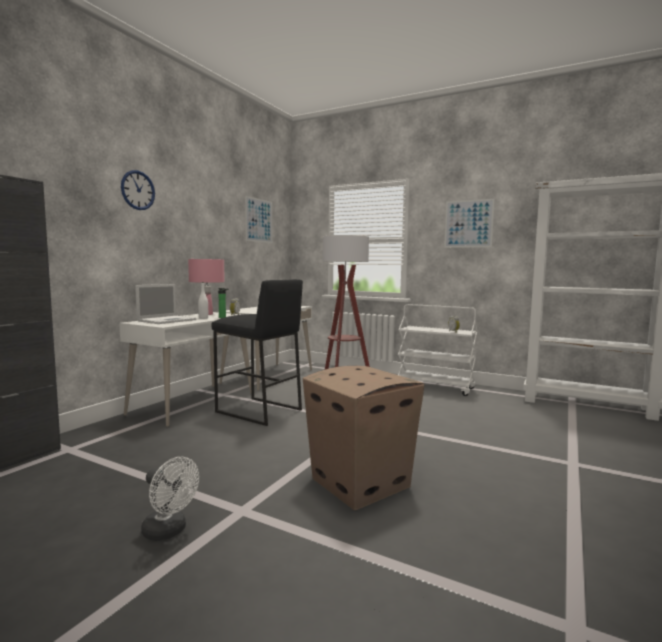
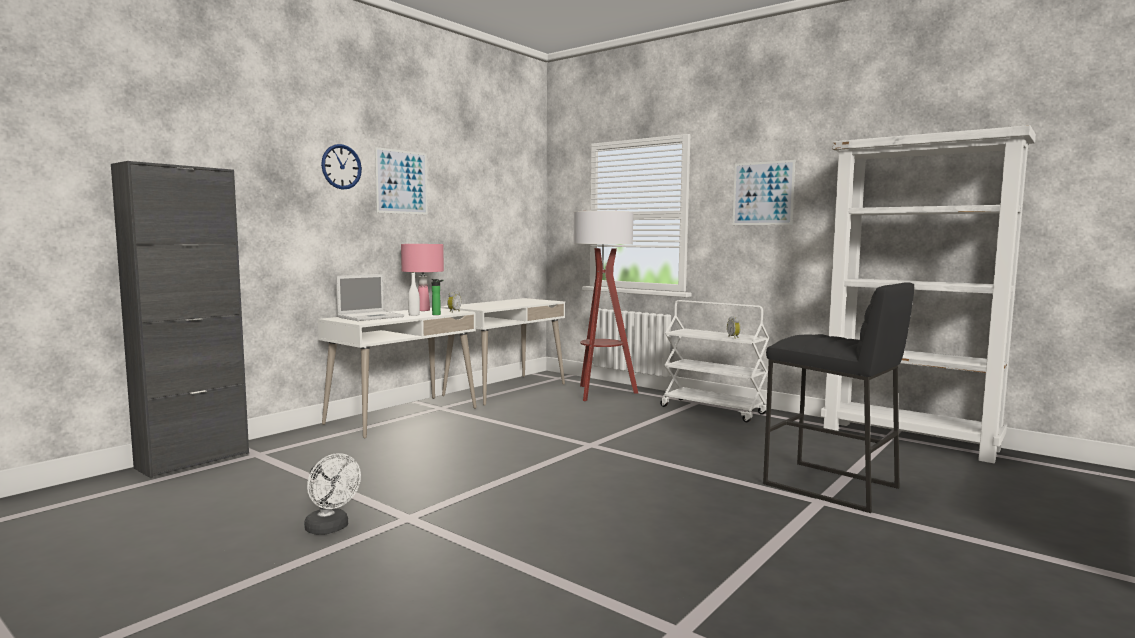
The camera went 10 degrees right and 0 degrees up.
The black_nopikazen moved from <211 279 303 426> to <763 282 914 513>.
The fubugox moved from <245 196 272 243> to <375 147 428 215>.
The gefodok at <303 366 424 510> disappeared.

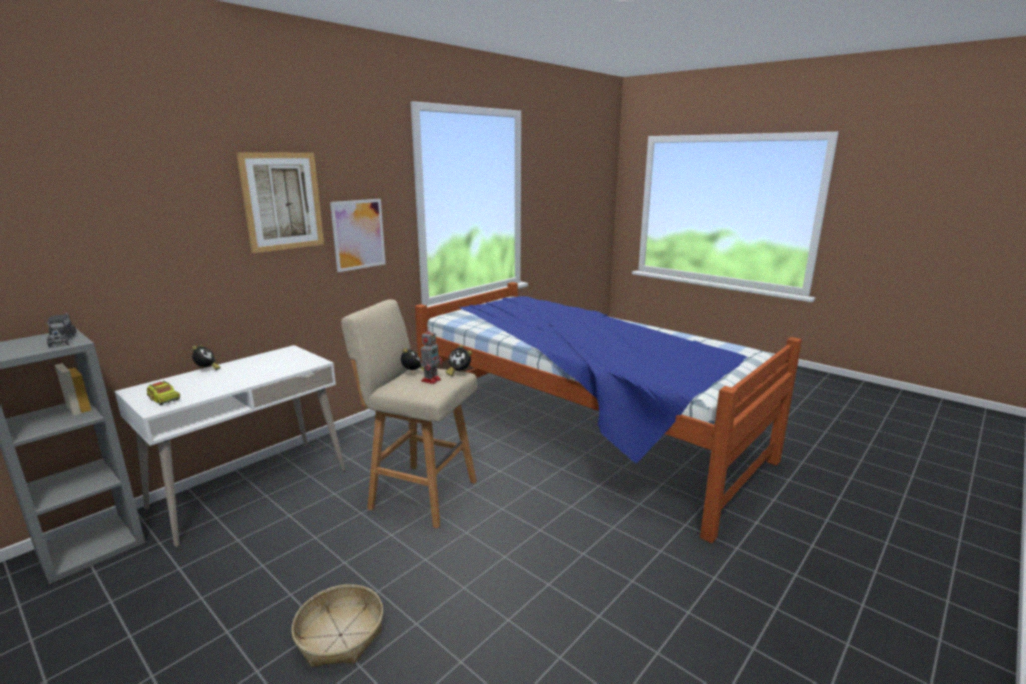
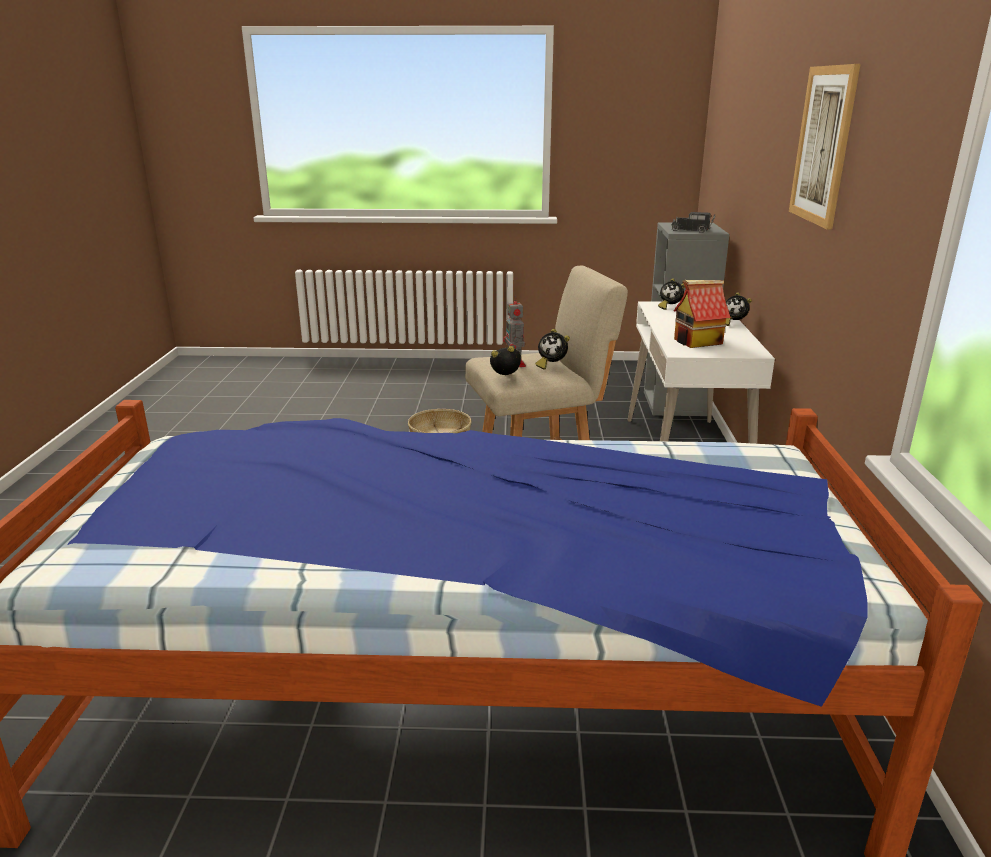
The camera went 140 degrees right and 5 degrees up.
The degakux at <147 381 180 406> was replaced by the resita at <658 278 685 310>.
The fubugox at <330 199 386 272> disappeared.
The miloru at <674 280 731 348> appeared.

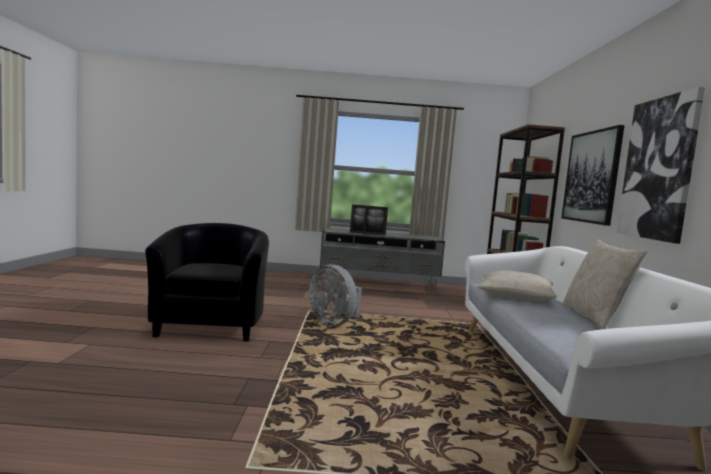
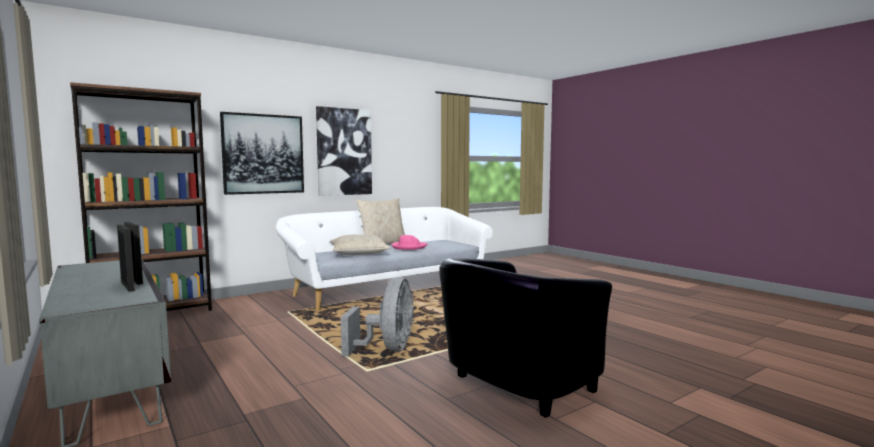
The camera went 125 degrees left and 0 degrees up.
The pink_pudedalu at <391 235 427 250> appeared.

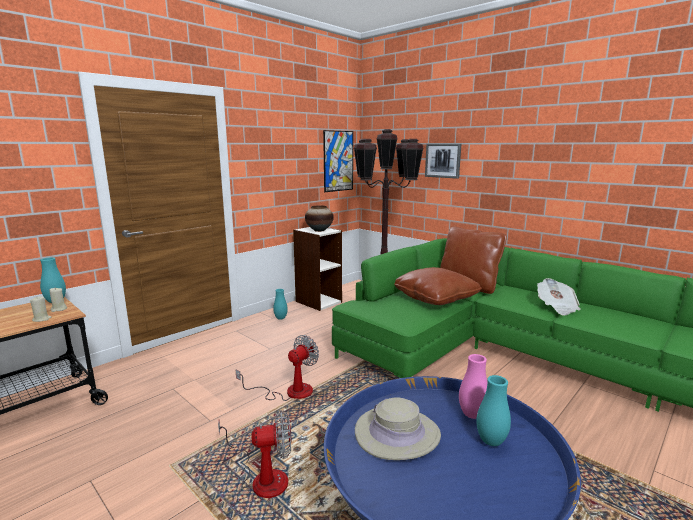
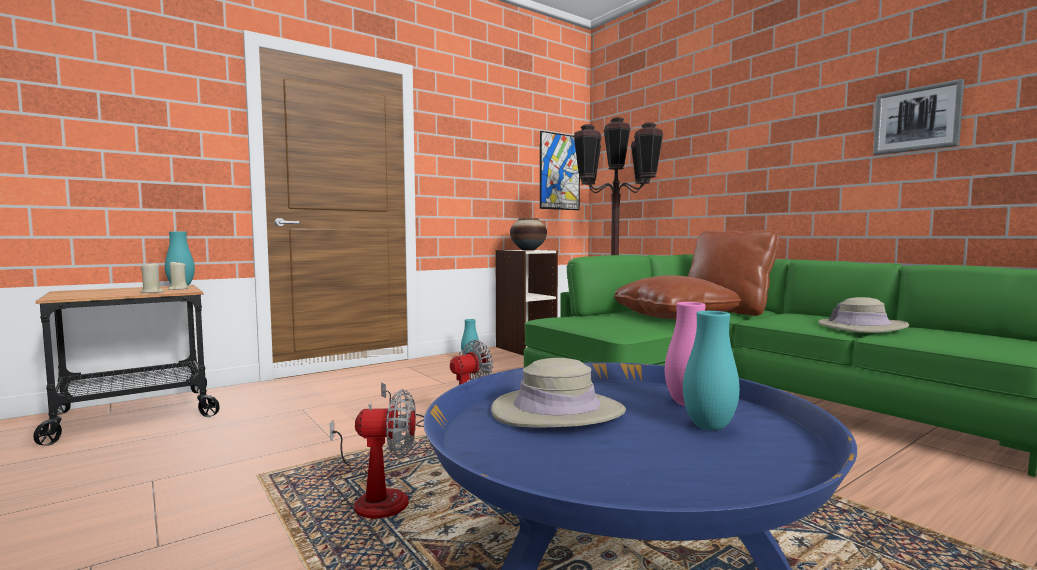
The camera went 10 degrees right and 10 degrees down.
The fubugox moved from <425 144 461 179> to <873 79 964 155>.
The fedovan at <537 278 581 316> was replaced by the beige_pudedalu at <818 297 909 333>.

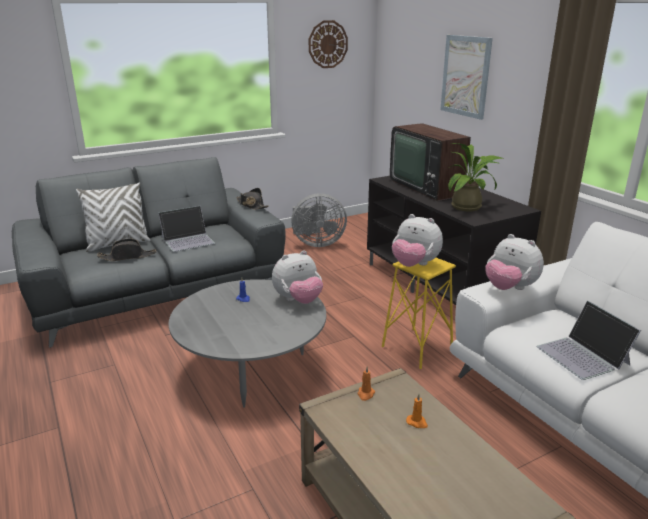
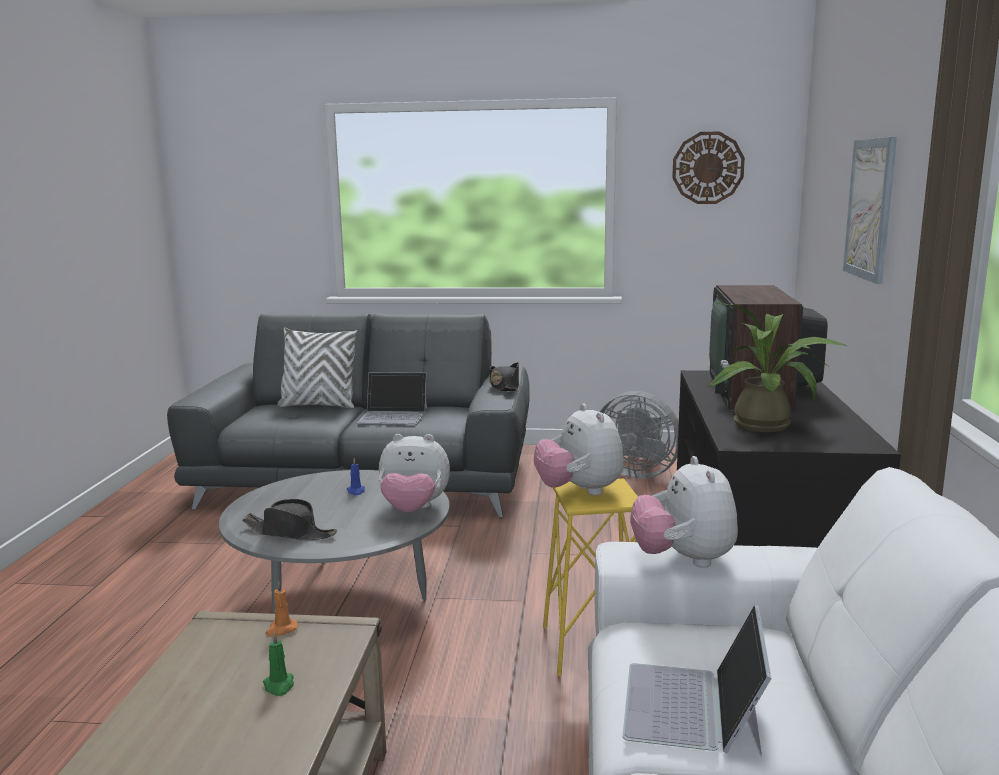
The camera went 35 degrees right and 10 degrees down.
The black_pudedalu moved from <97 239 156 261> to <242 499 337 540>.
The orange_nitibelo at <406 394 428 428> became the green_nitibelo at <263 632 294 696>.

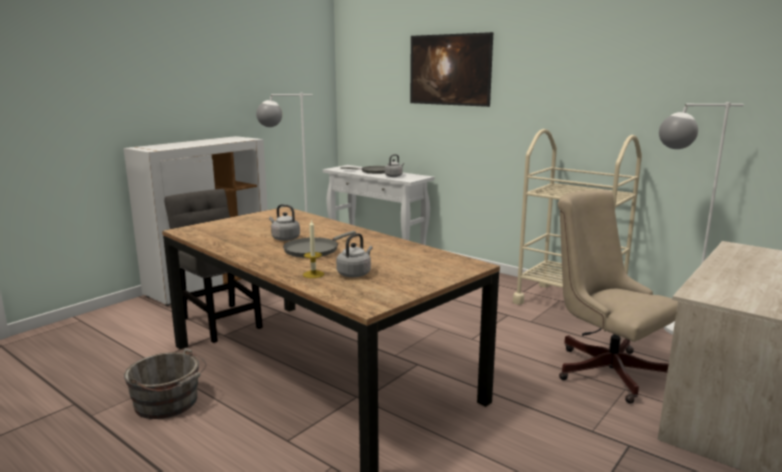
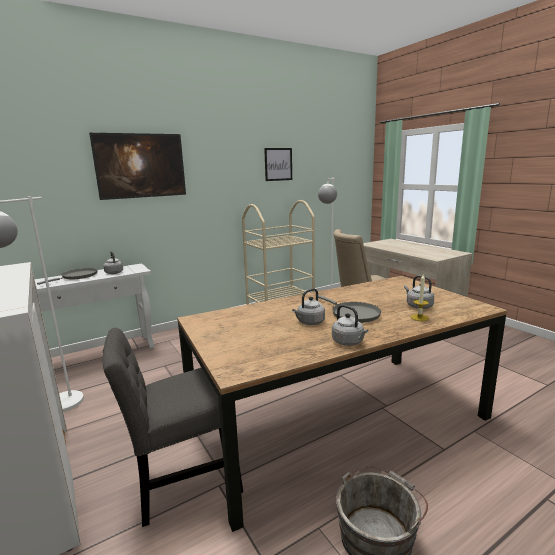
The camera went 70 degrees left and 0 degrees up.
The fubugox at <264 148 292 181> appeared.
The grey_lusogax at <332 305 368 346> appeared.

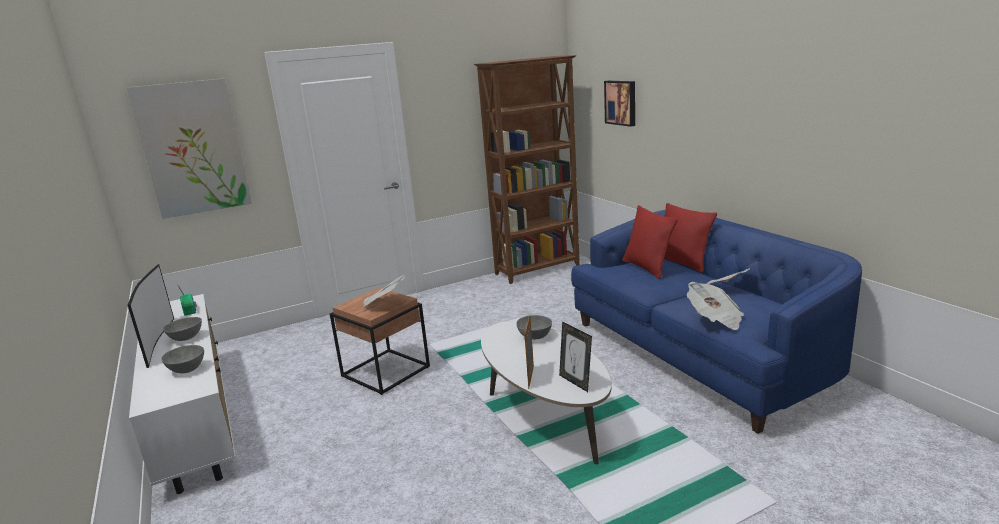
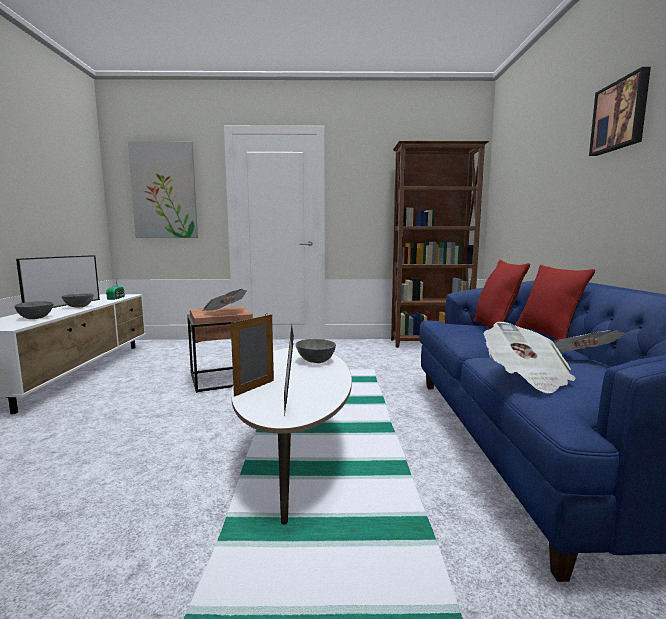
The camera went 25 degrees right and 10 degrees down.
The fubugox moved from <604 81 635 127> to <589 67 651 156>.

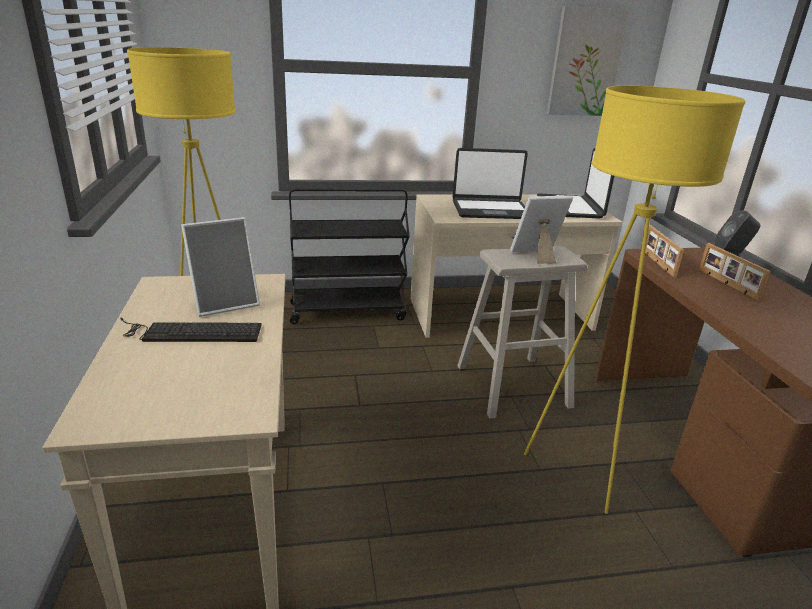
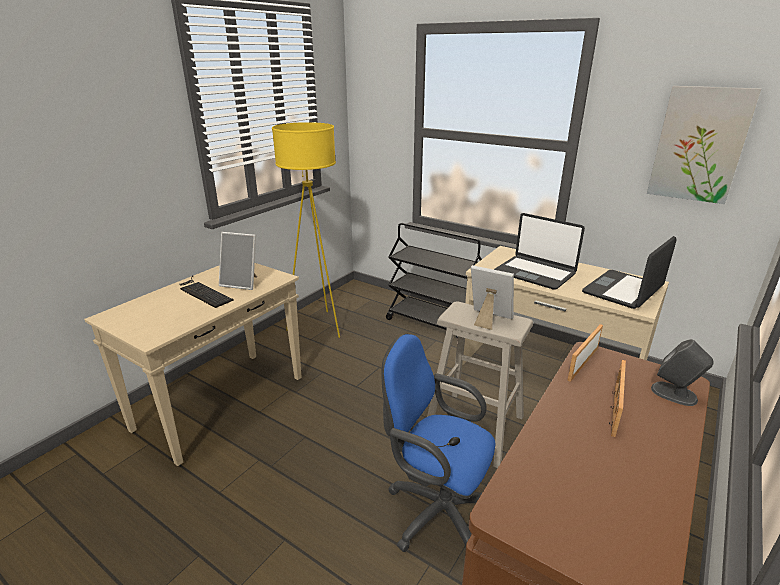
The camera went 45 degrees right and 0 degrees up.
The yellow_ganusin at <524 86 746 514> was replaced by the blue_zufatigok at <382 334 495 552>.

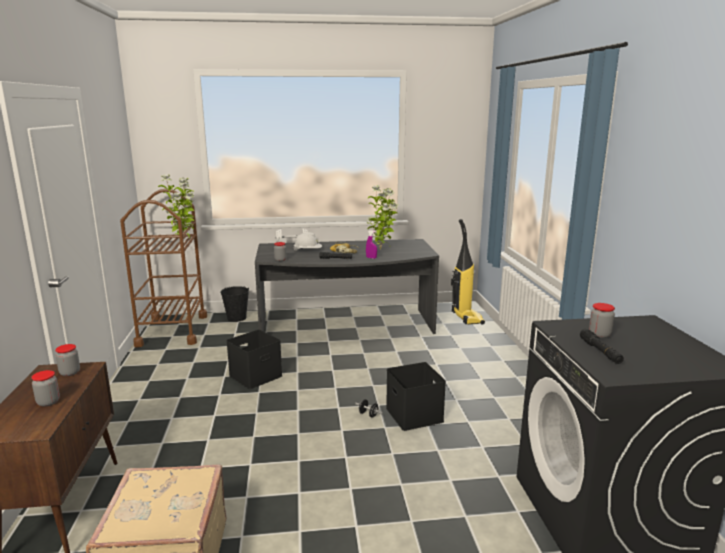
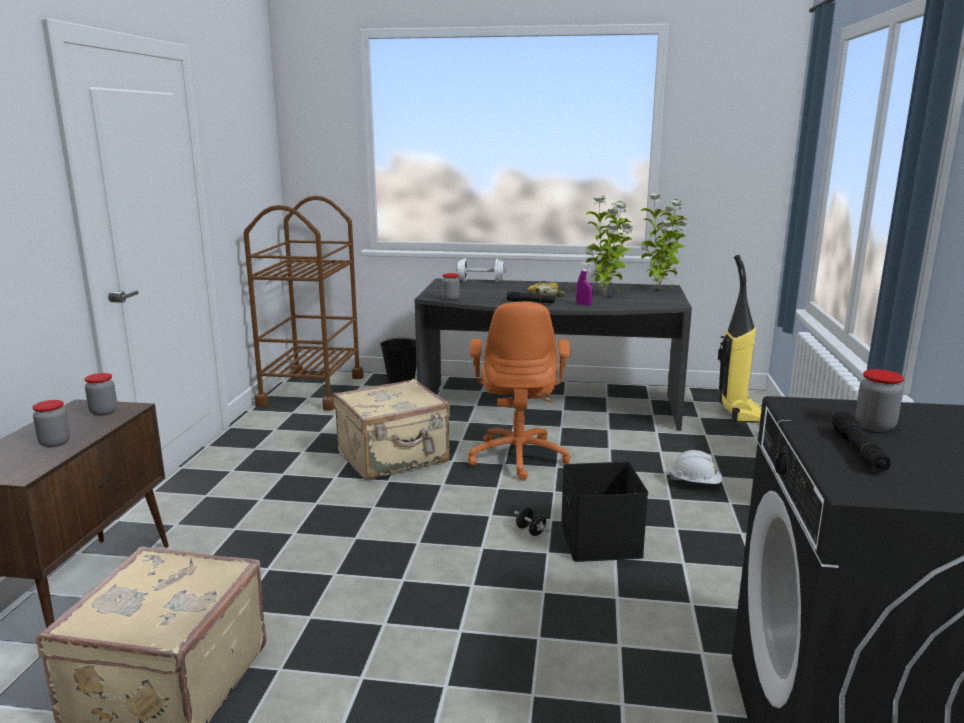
The camera went 15 degrees right and 0 degrees up.
The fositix moved from <158 174 194 238> to <640 193 689 290>.
The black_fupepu at <226 330 282 389> was replaced by the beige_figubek at <333 379 450 480>.
The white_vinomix moved from <293 232 322 251> to <669 450 723 484>.
The orange_zufatigok at <468 302 571 480> appeared.

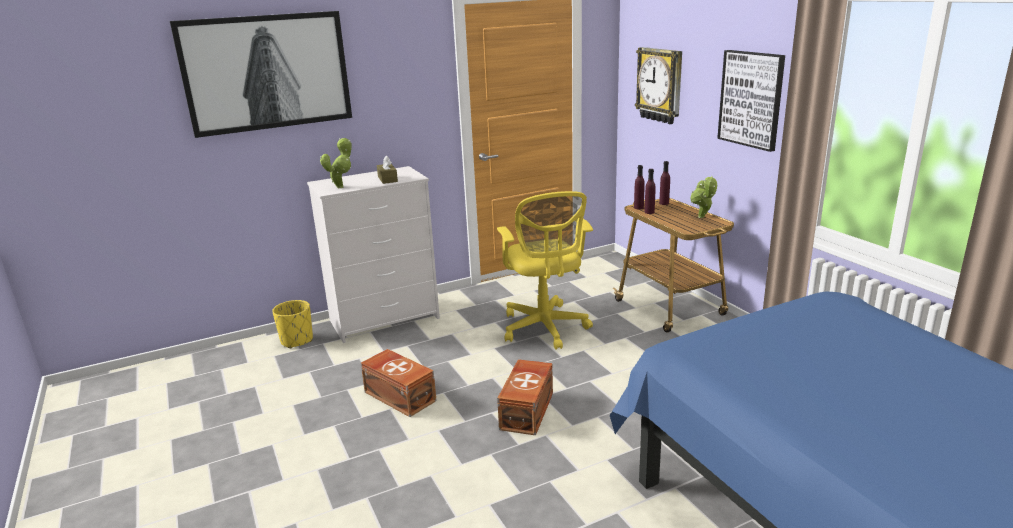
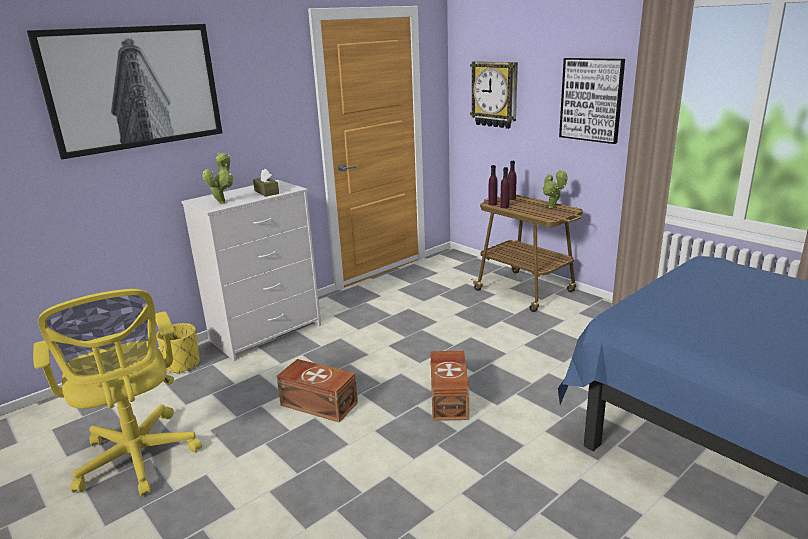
The camera went 15 degrees left and 0 degrees up.
The yellow_zufatigok moved from <497 191 593 350> to <33 289 202 497>.

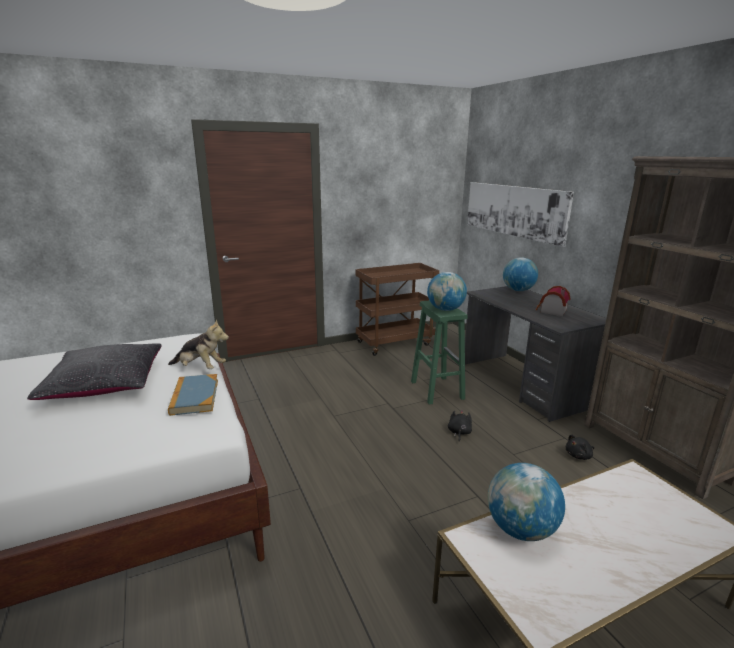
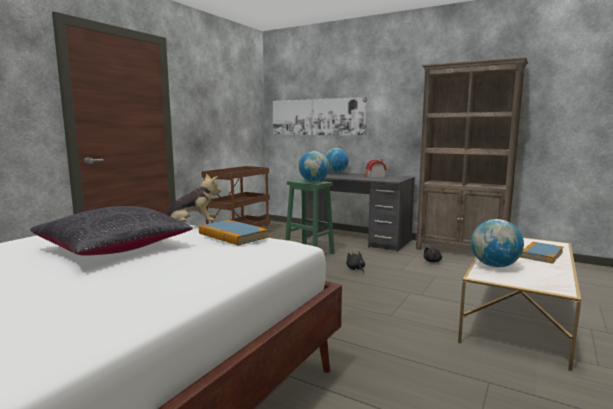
The camera went 35 degrees left and 10 degrees down.
The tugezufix at <520 242 563 264> appeared.

